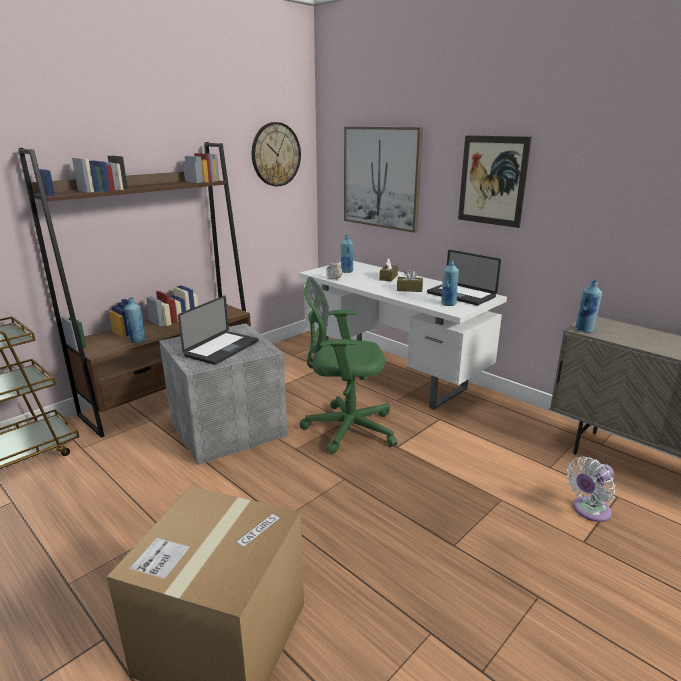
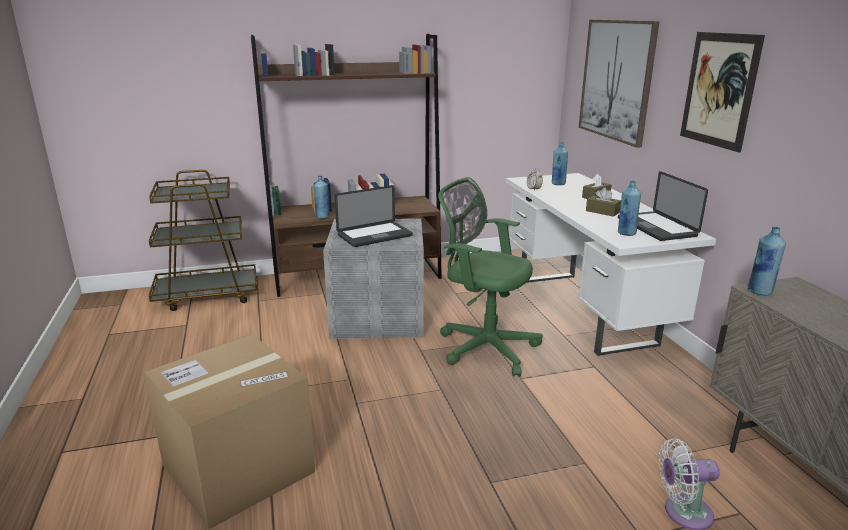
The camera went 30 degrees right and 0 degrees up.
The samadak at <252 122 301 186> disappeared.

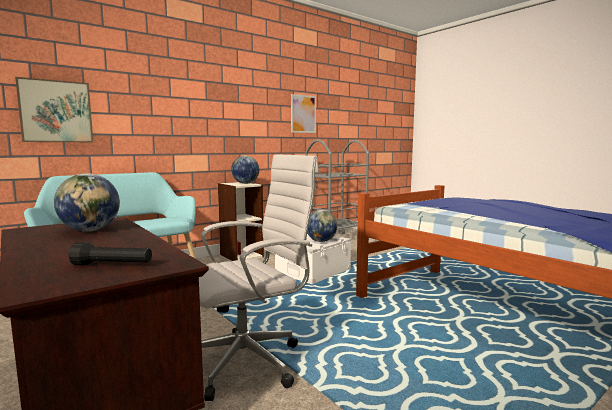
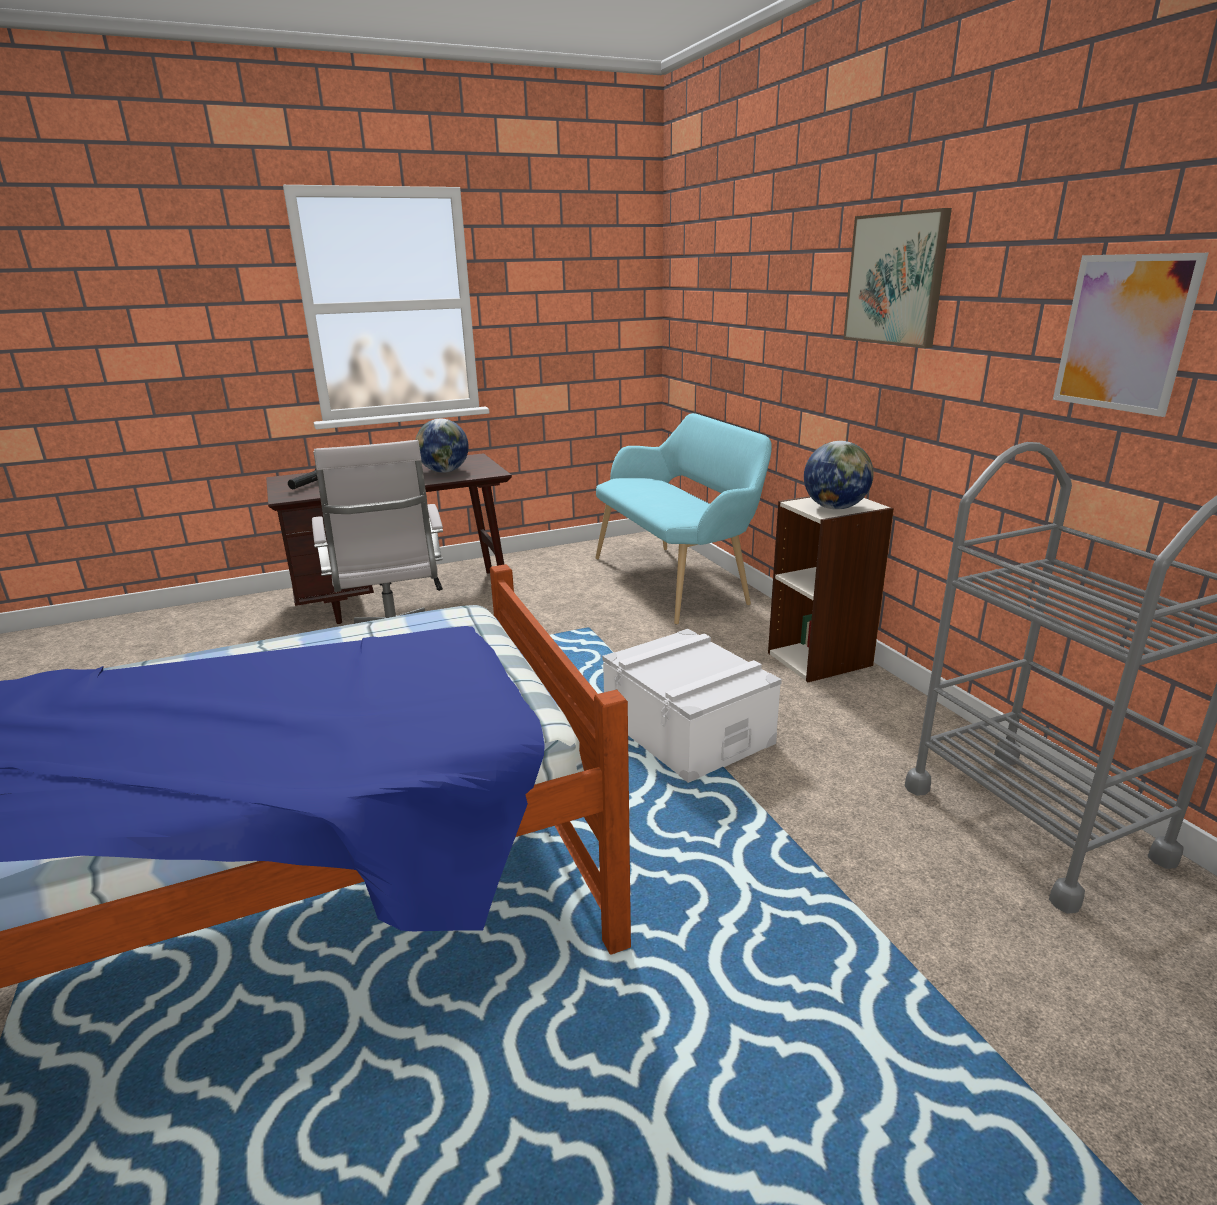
The camera went 105 degrees right and 15 degrees up.
The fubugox moved from <15 77 93 142> to <843 208 952 348>.
The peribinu at <307 210 337 242> disappeared.

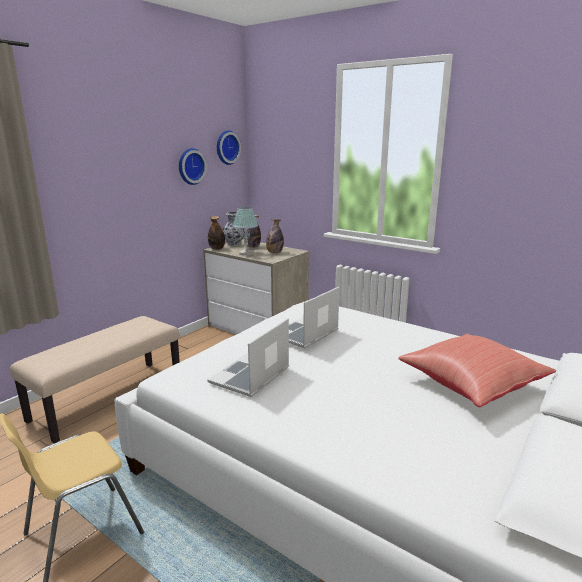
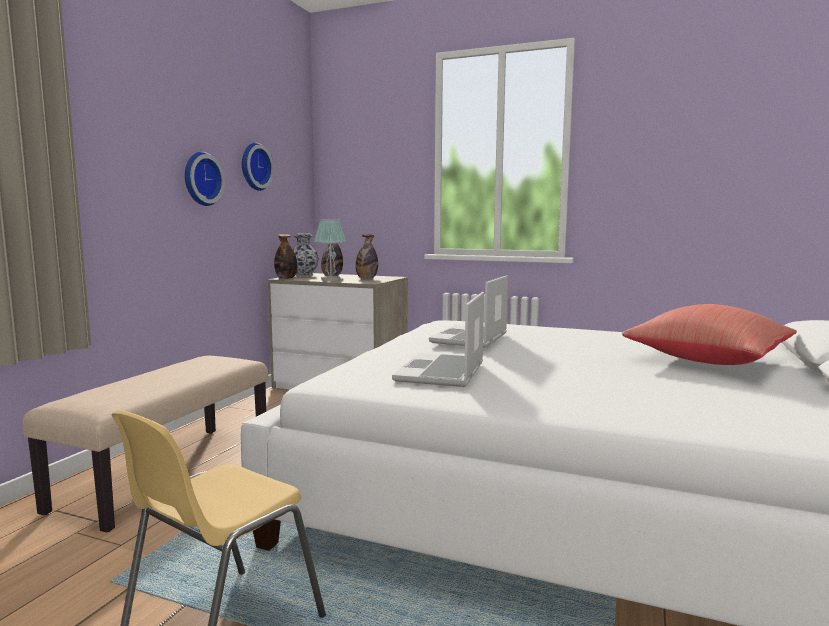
The camera went 15 degrees left and 10 degrees down.
The samadak moved from <217 130 241 165> to <185 152 225 206>.

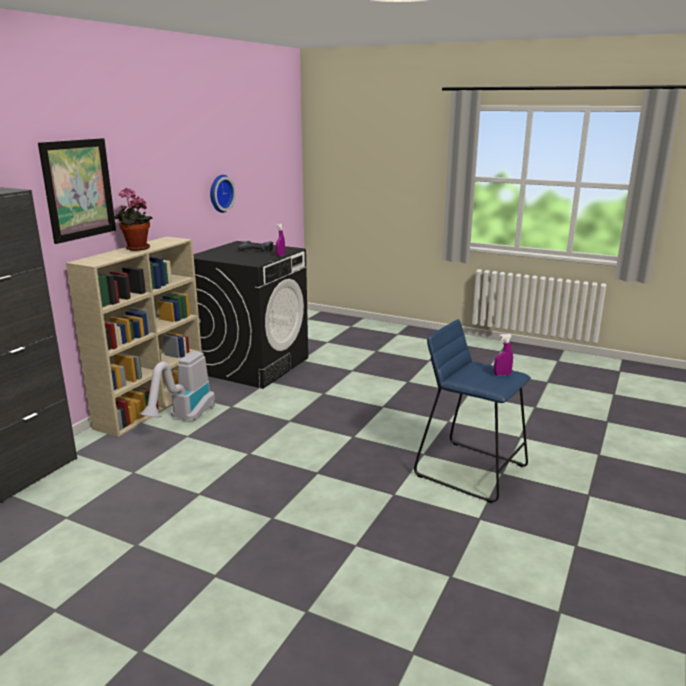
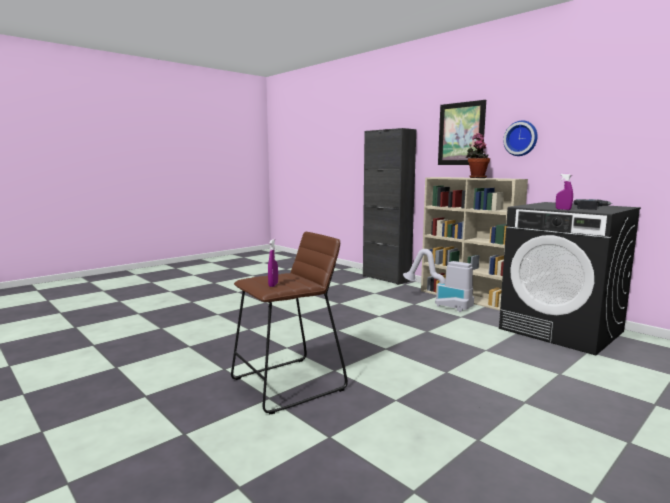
The camera went 110 degrees right and 10 degrees down.
The samadak moved from <210 175 236 213> to <503 120 538 156>.
The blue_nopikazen at <414 319 531 503> became the brown_nopikazen at <231 232 348 415>.

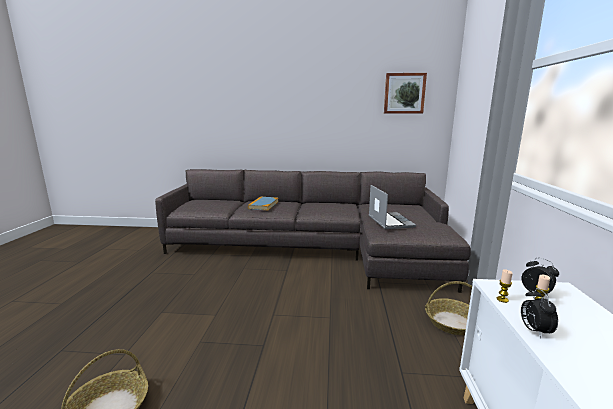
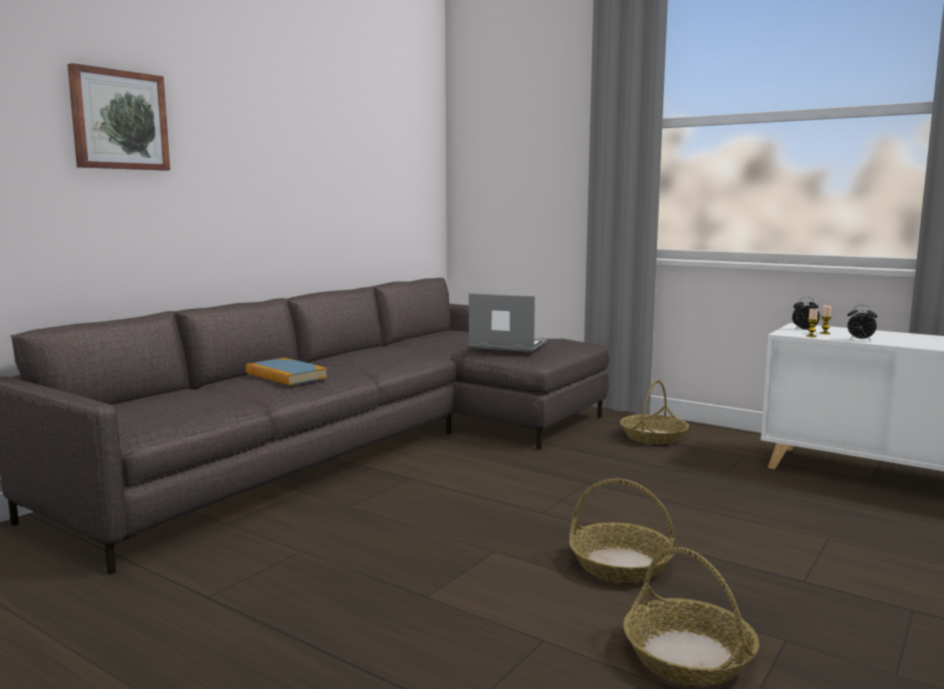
The camera went 60 degrees left and 5 degrees down.
The fubugox moved from <384 73 427 114> to <67 63 170 171>.
The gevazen at <569 479 676 582> appeared.

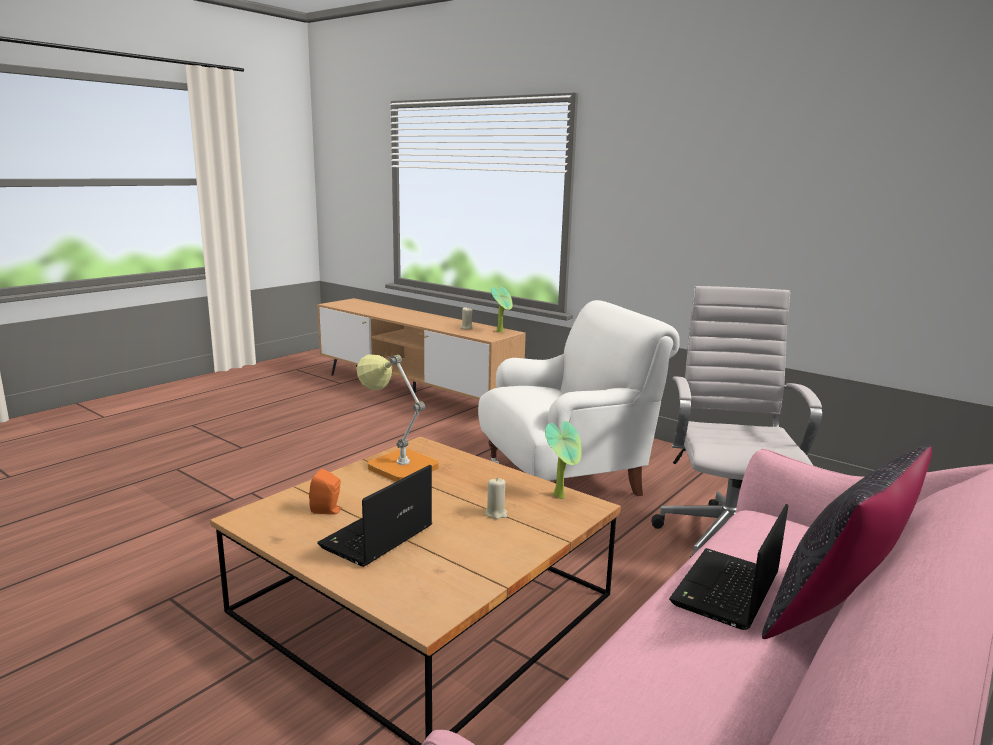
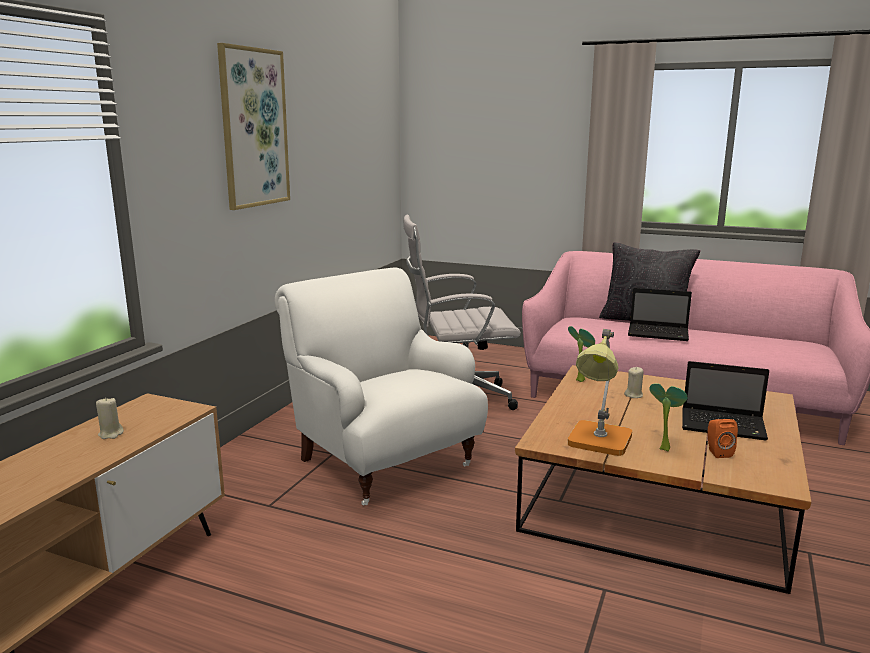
The camera went 105 degrees left and 0 degrees up.
The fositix moved from <491 286 513 332> to <649 383 688 451>.
The fubugox at <217 43 290 210> appeared.

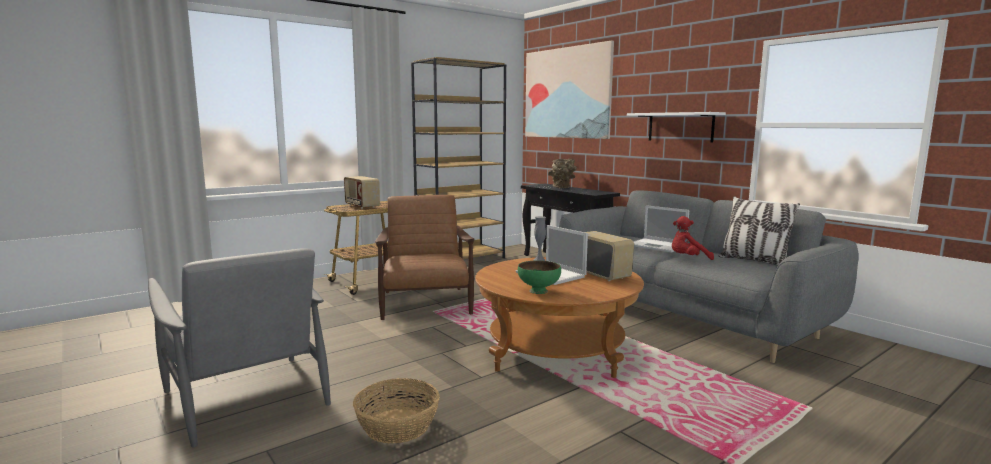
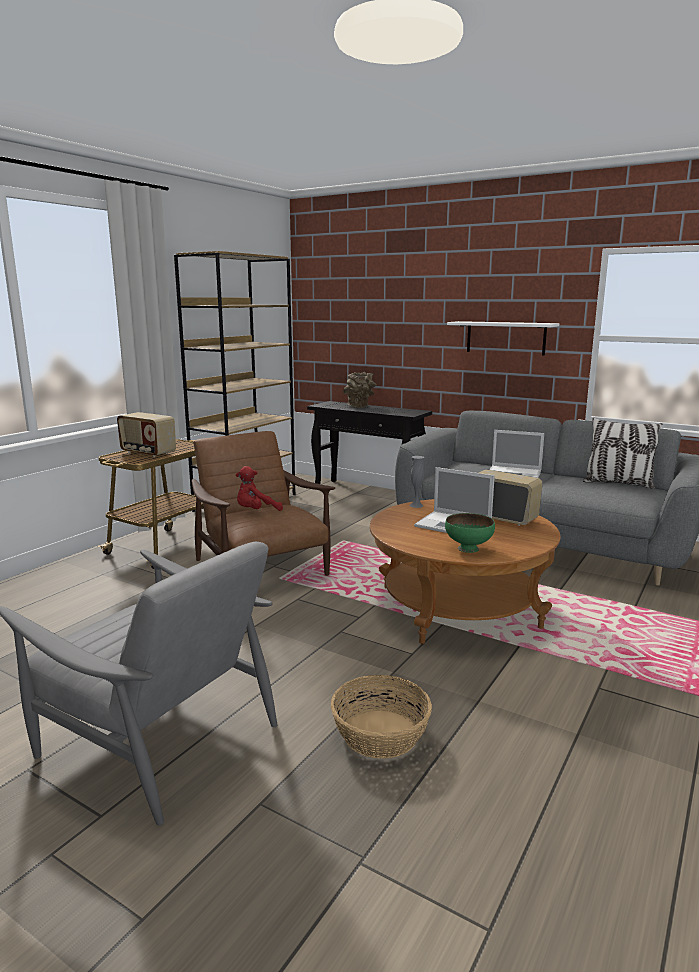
The camera went 20 degrees left and 5 degrees up.
The fubugox at <525 40 614 139> disappeared.
The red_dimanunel moved from <672 216 714 260> to <236 466 283 511>.

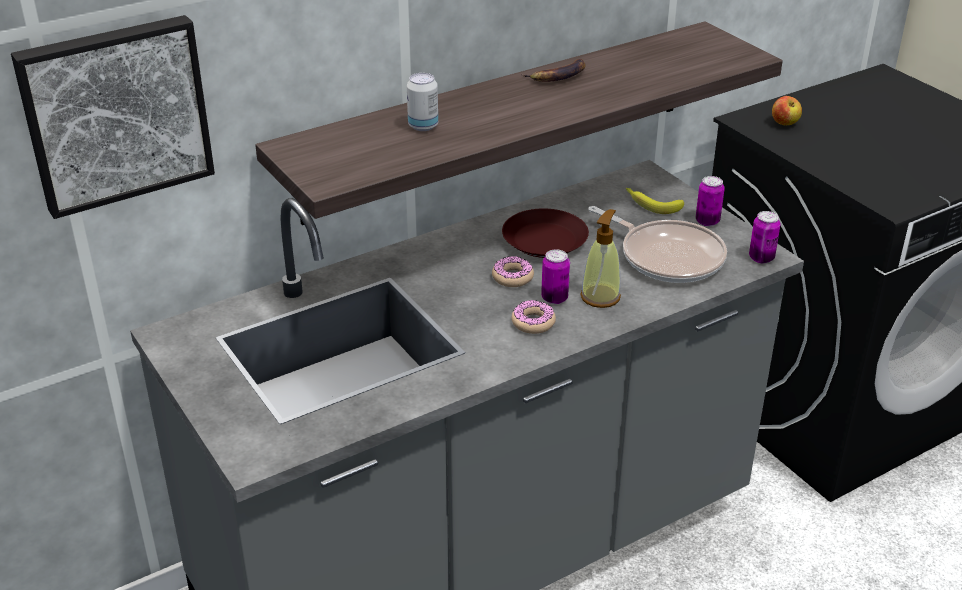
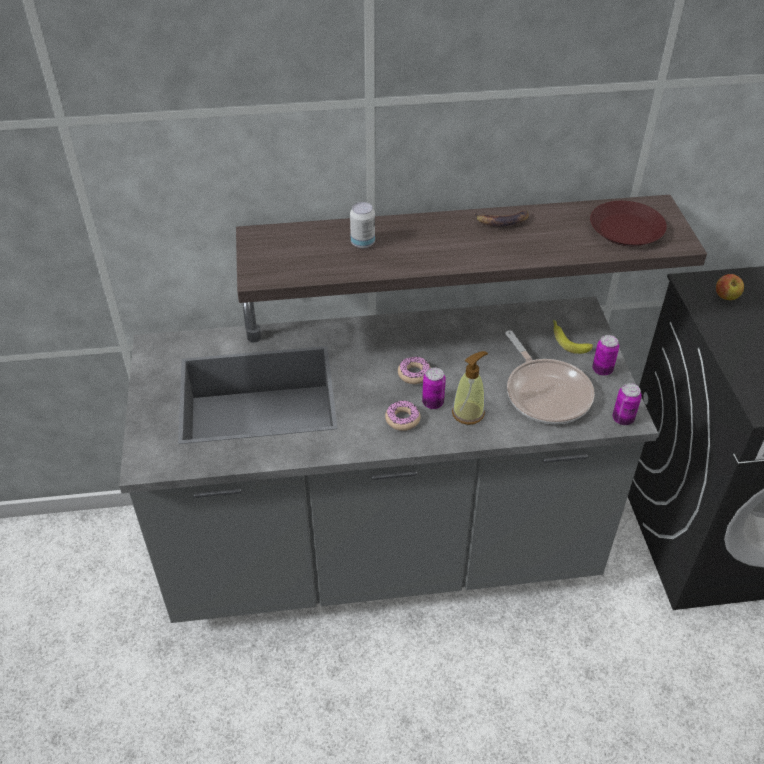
The camera went 25 degrees right and 10 degrees up.
The fubugox at <11 15 215 219> disappeared.
The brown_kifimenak moved from <502 208 589 258> to <590 201 667 246>.

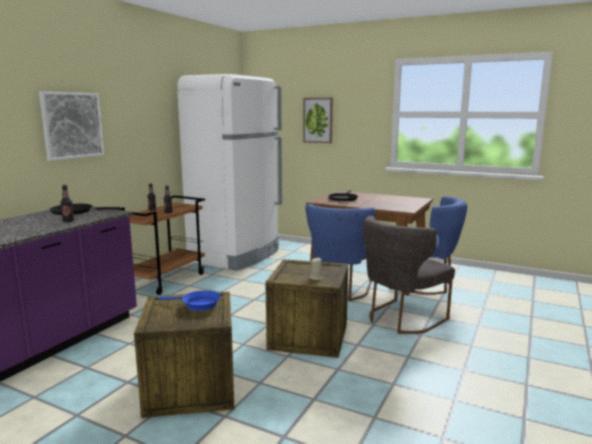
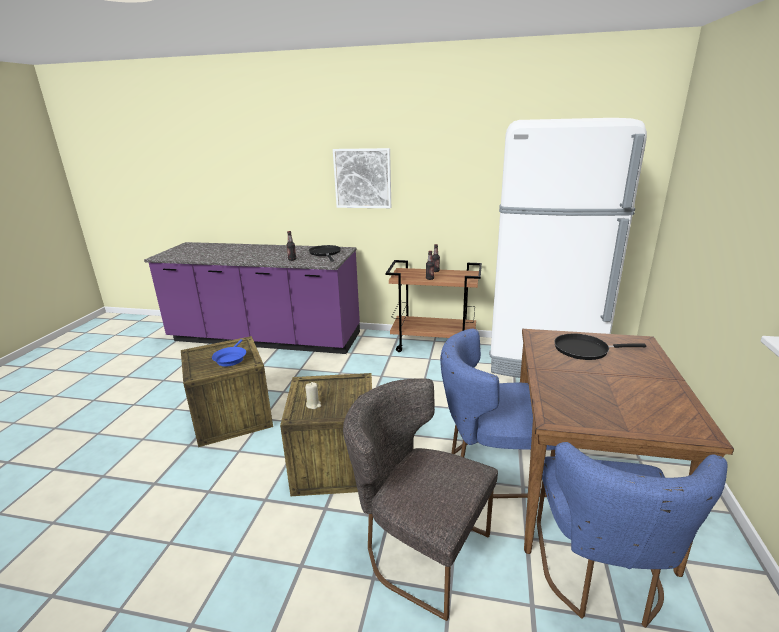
The camera went 75 degrees right and 10 degrees up.
The fubugox at <303 98 333 143> disappeared.

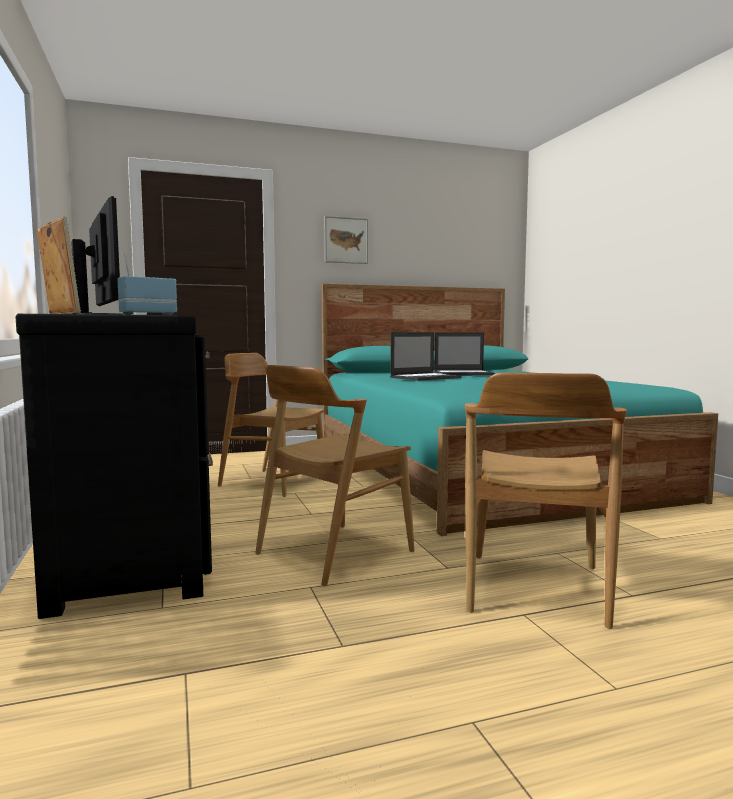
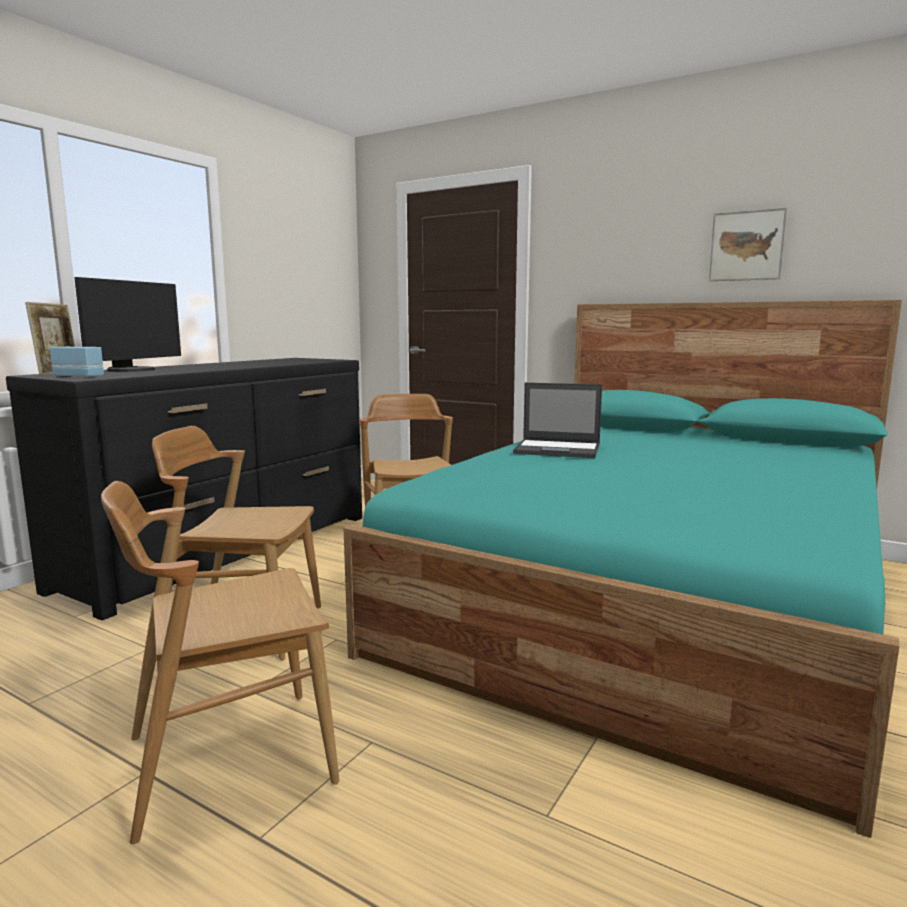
The camera went 50 degrees right and 5 degrees up.
The fubugox moved from <325 216 368 264> to <709 207 788 281>.
The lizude at <434 332 495 376> disappeared.

